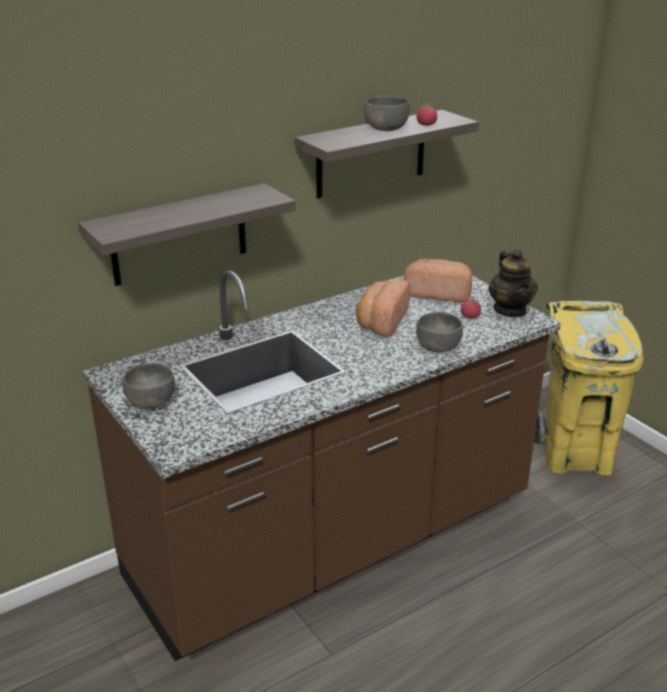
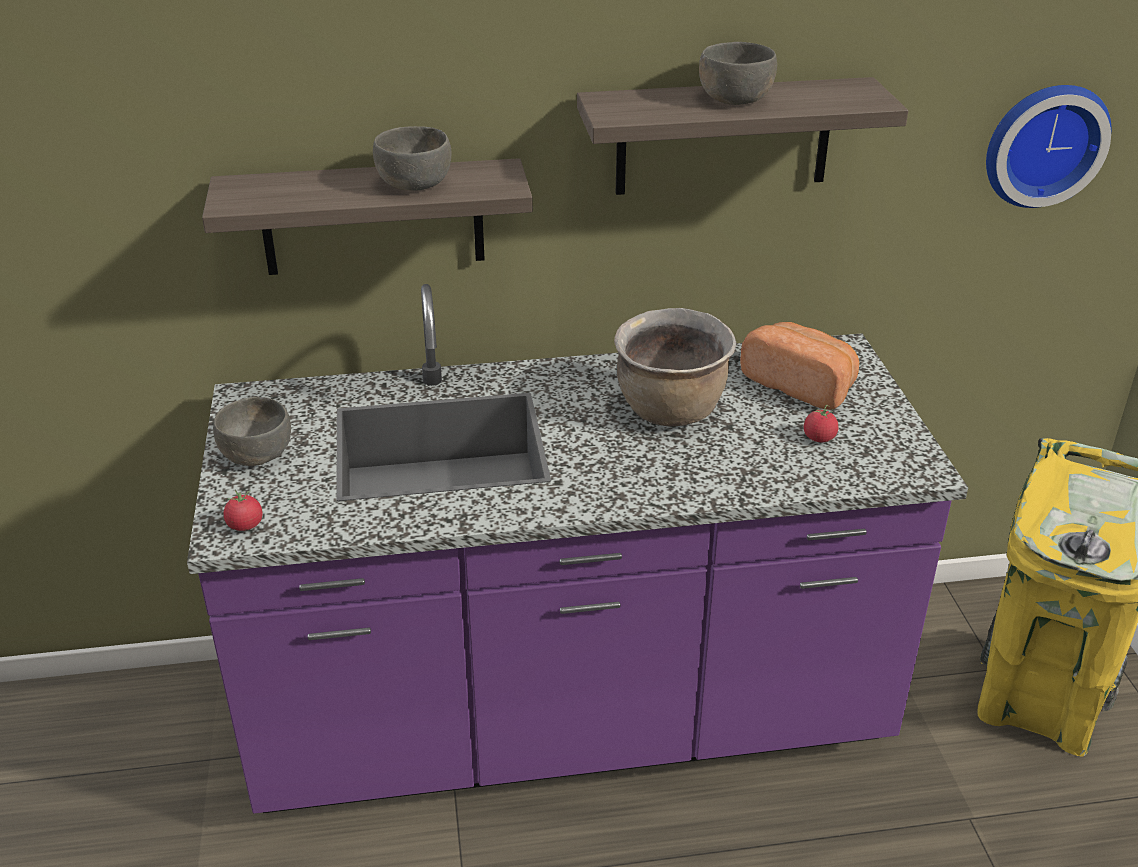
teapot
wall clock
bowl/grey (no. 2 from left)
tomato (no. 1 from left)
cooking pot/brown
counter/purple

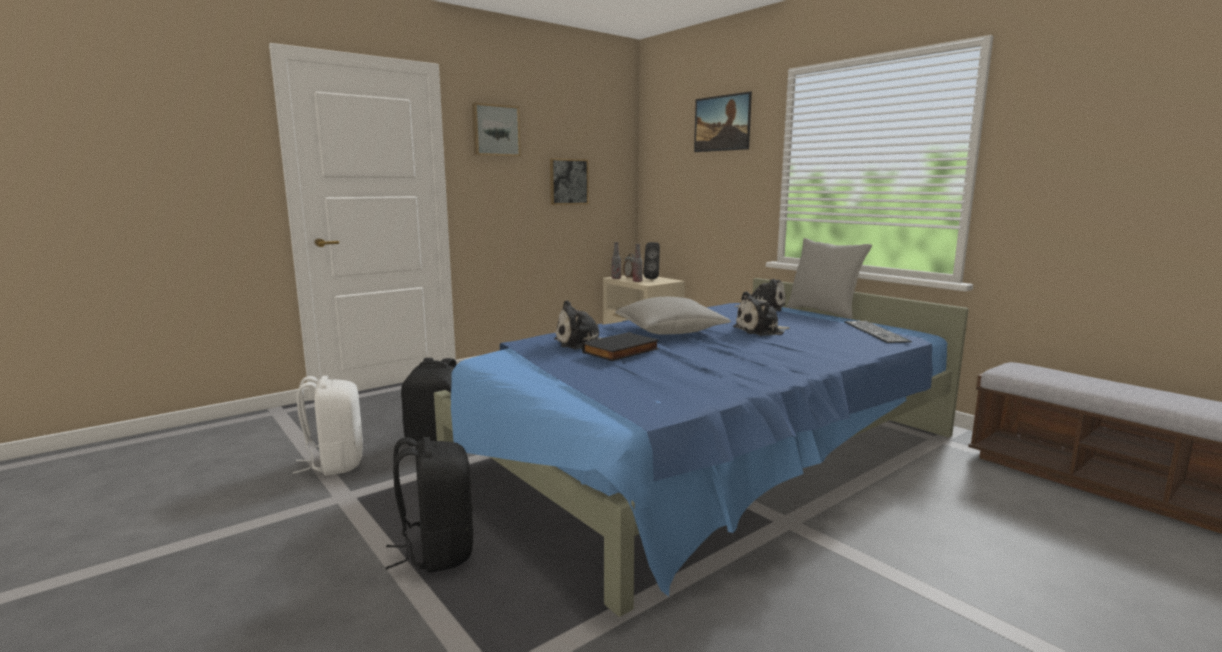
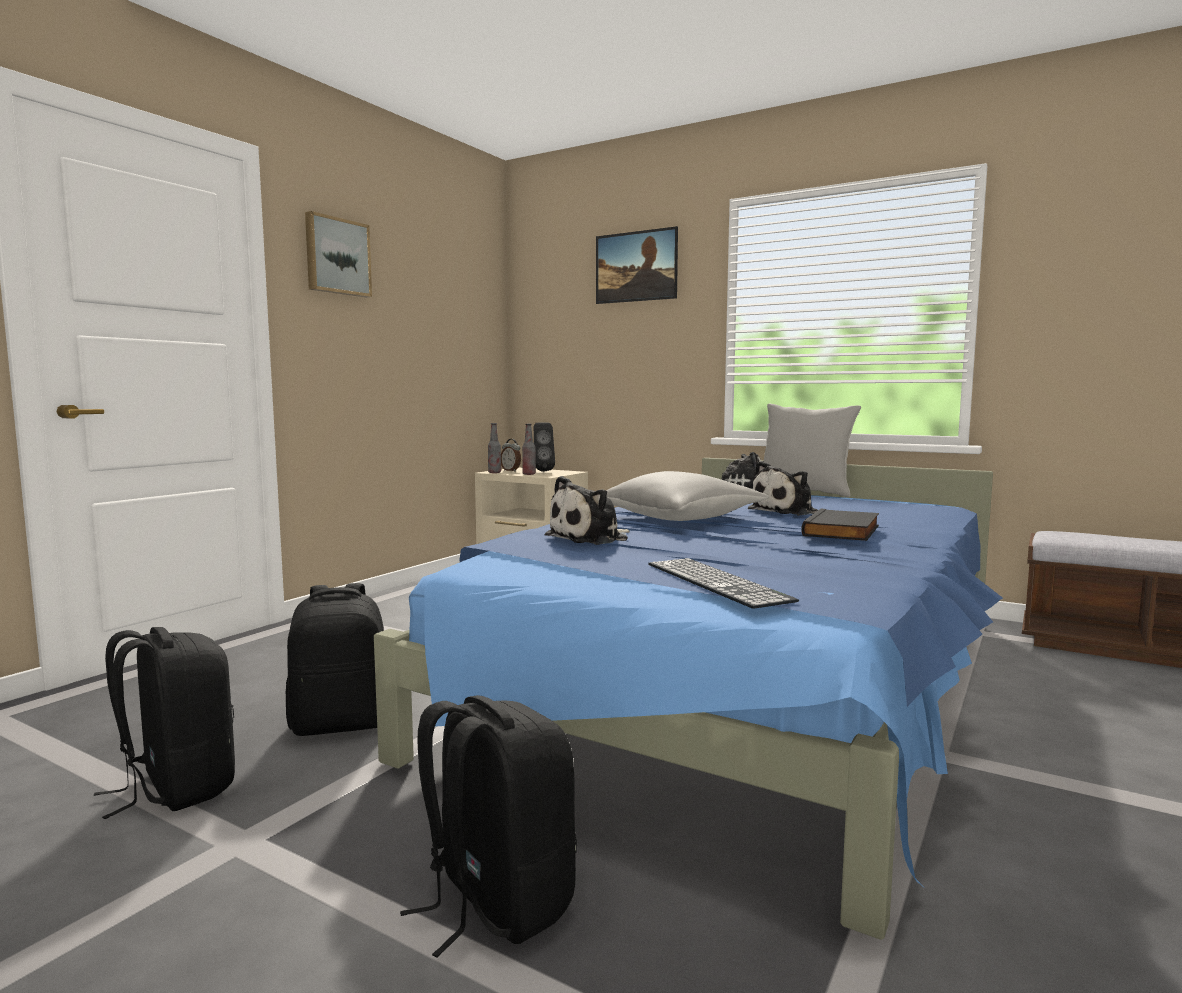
picture (no. 2 from left in the first image)
book/black
keyboard
backpack/black (no. 1 from left)

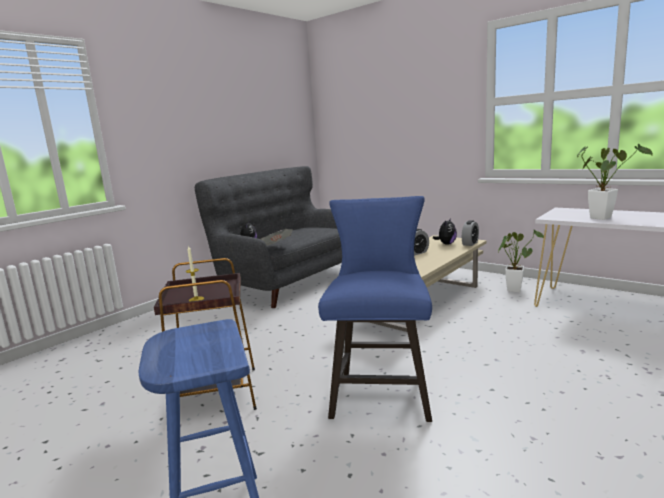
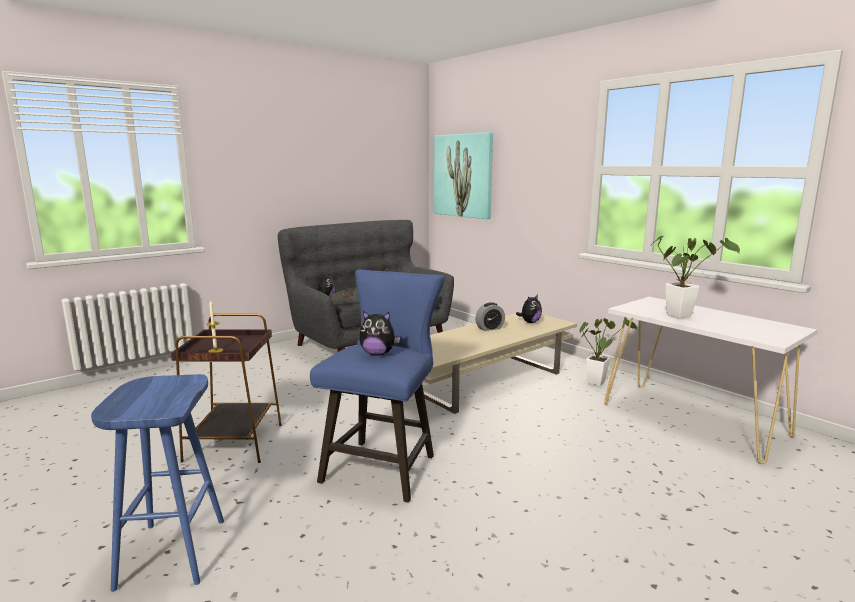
alarm clock (no. 2 from left in the first image)
plush toy (no. 2 from left)
picture

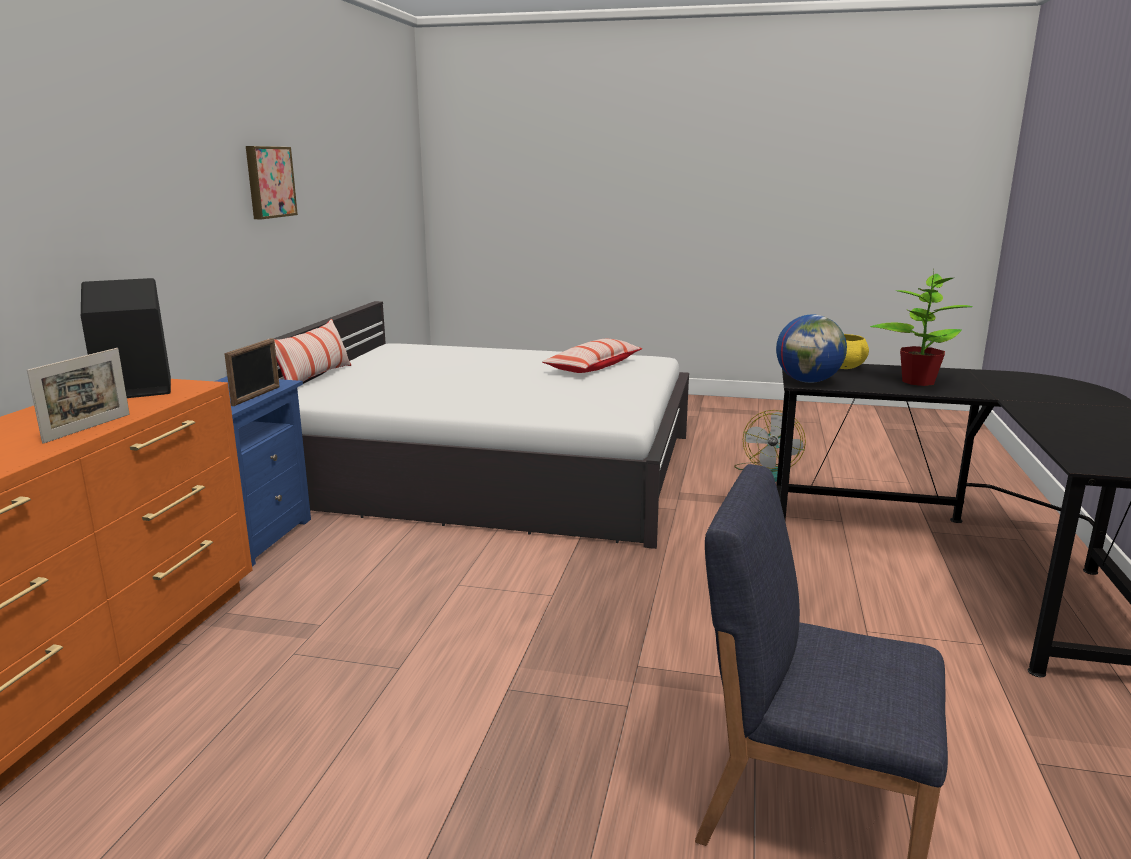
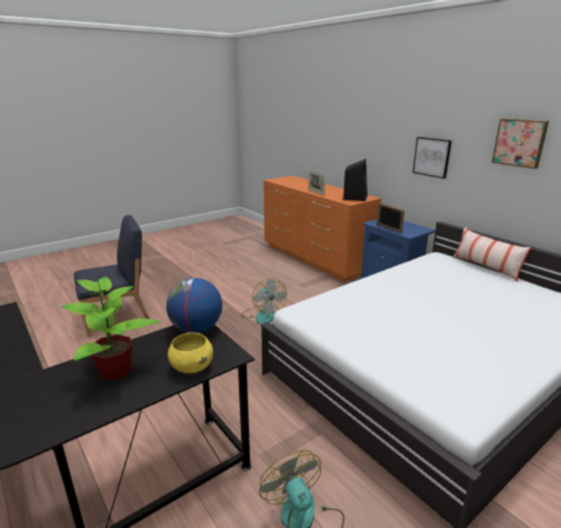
pillow (no. 2 from left in the first image)
fan (no. 1 from left)
picture (no. 1 from left)

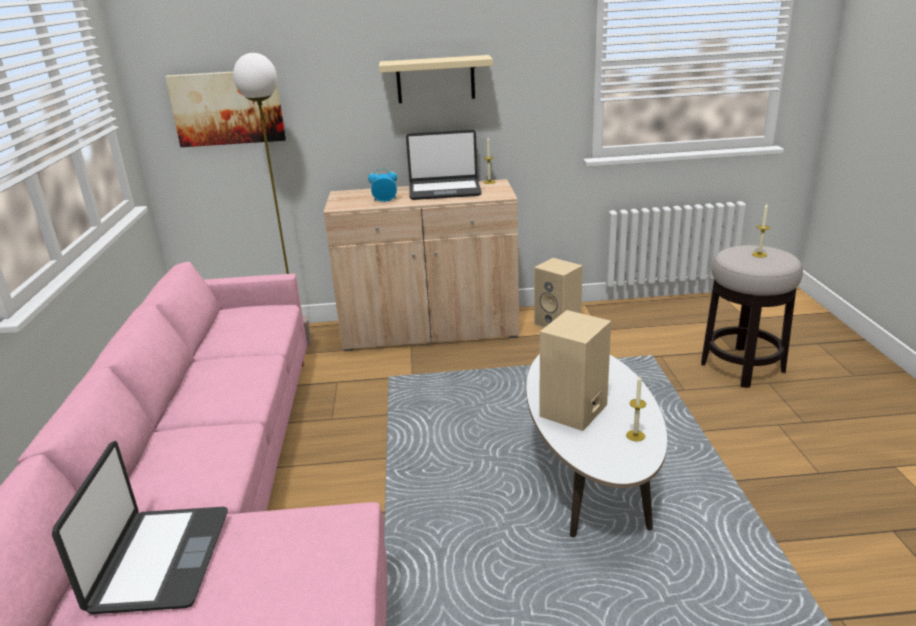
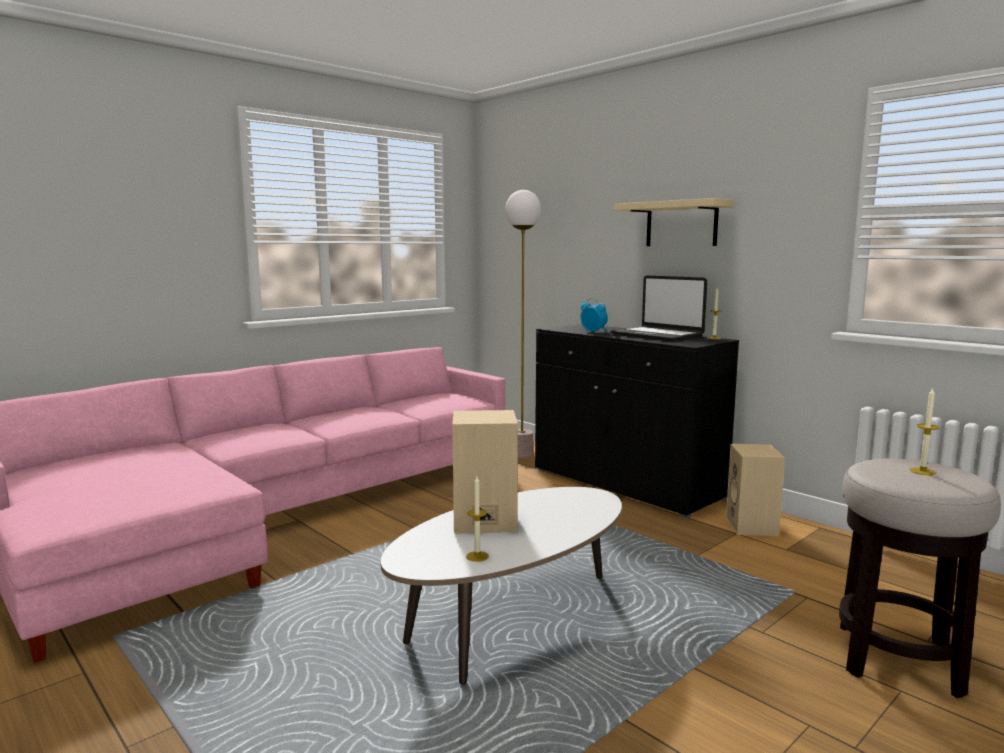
laptop (no. 1 from left in the first image)
picture
cabinet/black

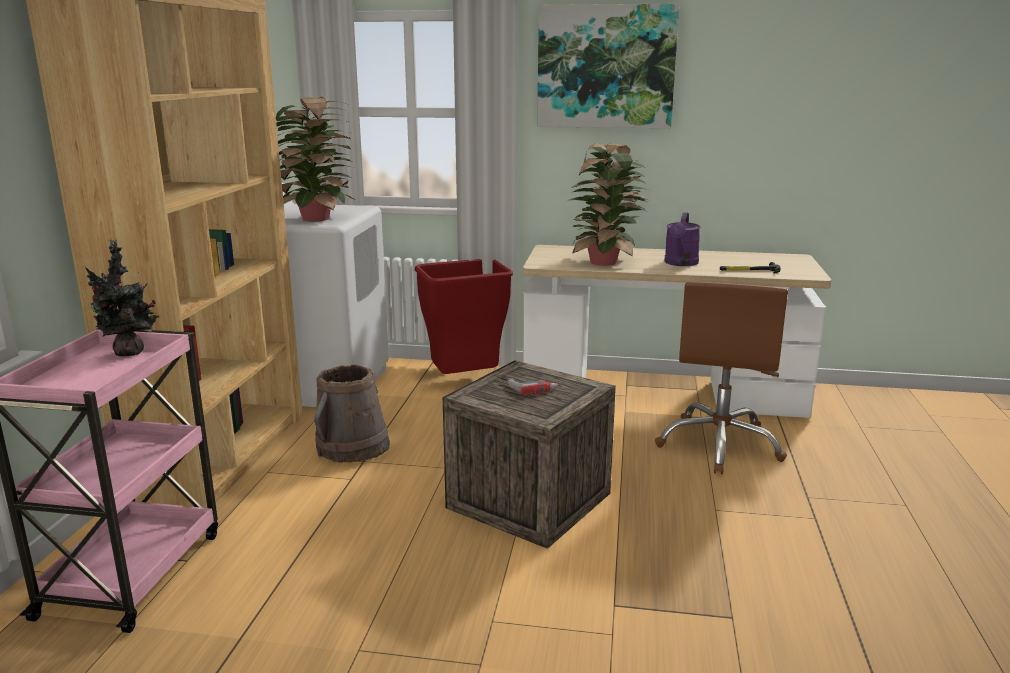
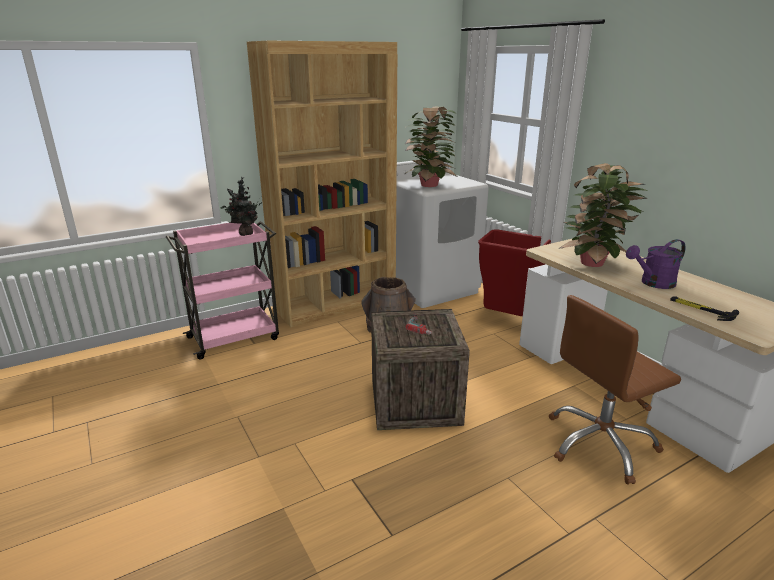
picture

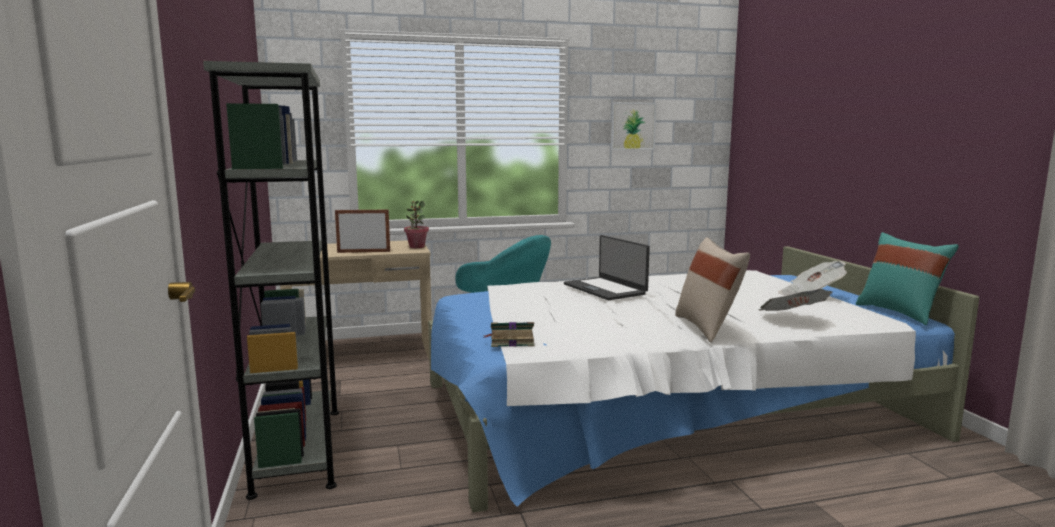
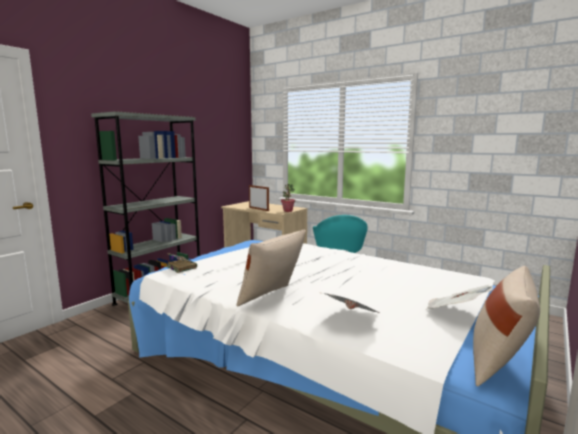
laptop
picture
pillow/beige (no. 2 from left)

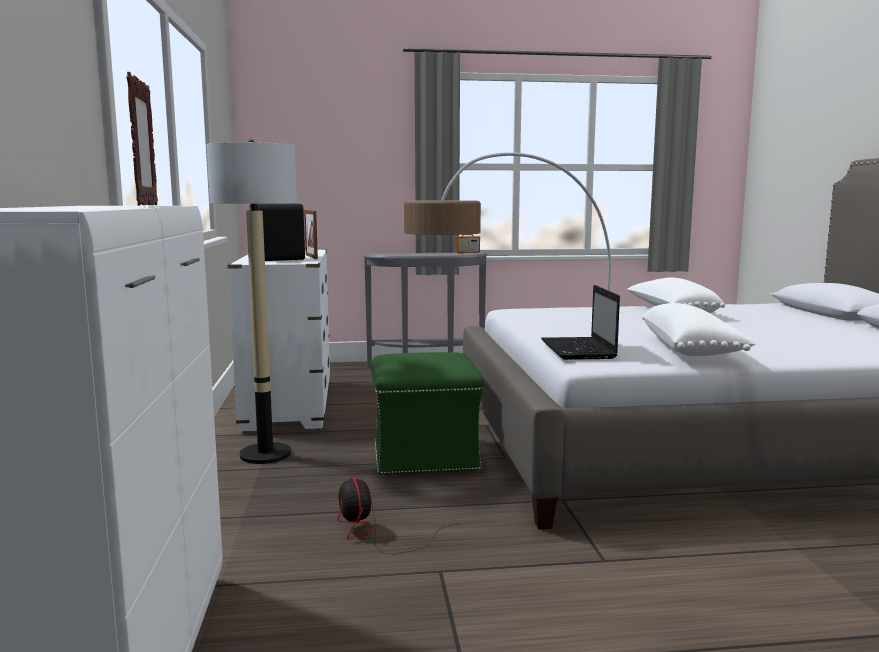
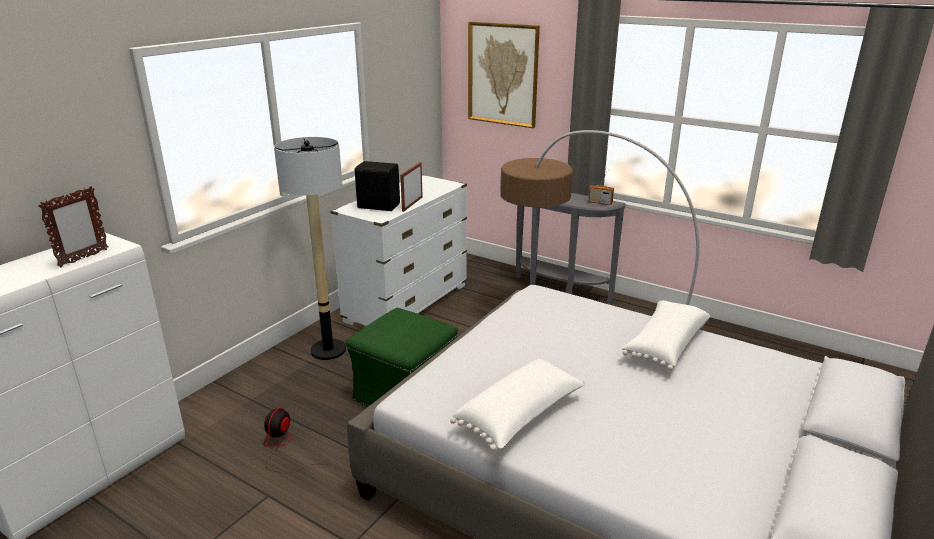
laptop
picture

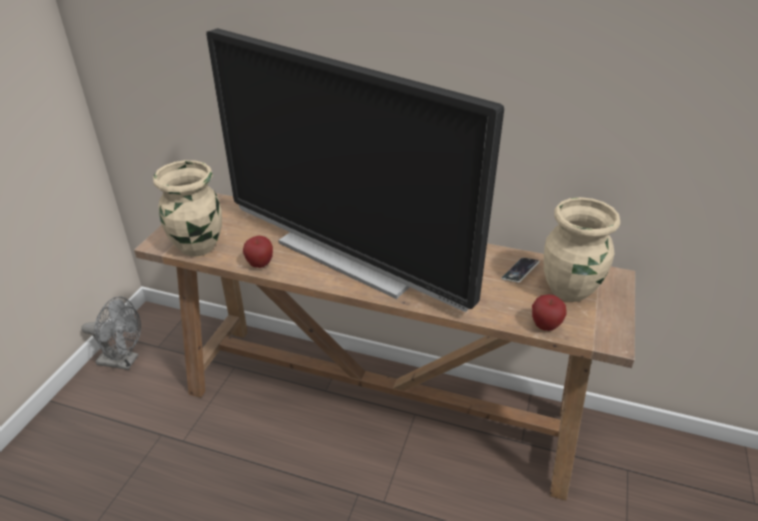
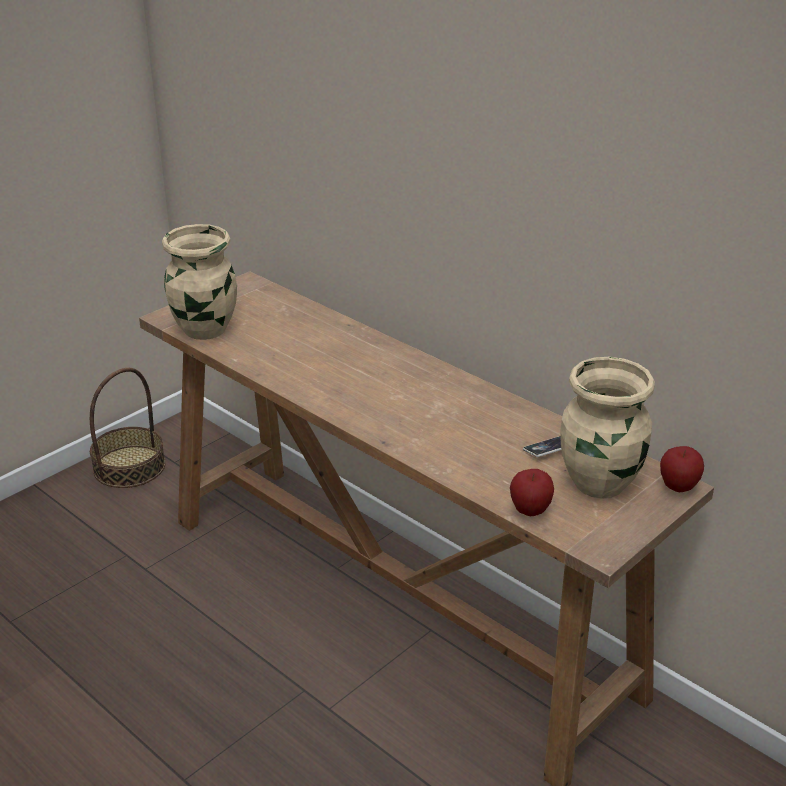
television
apple (no. 2 from left)
basket

